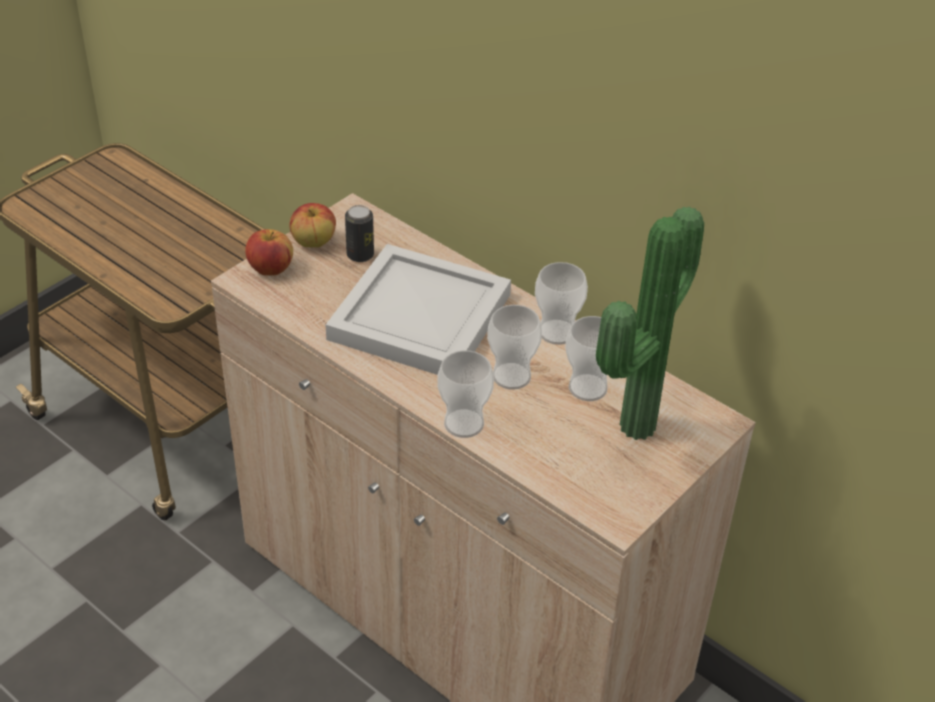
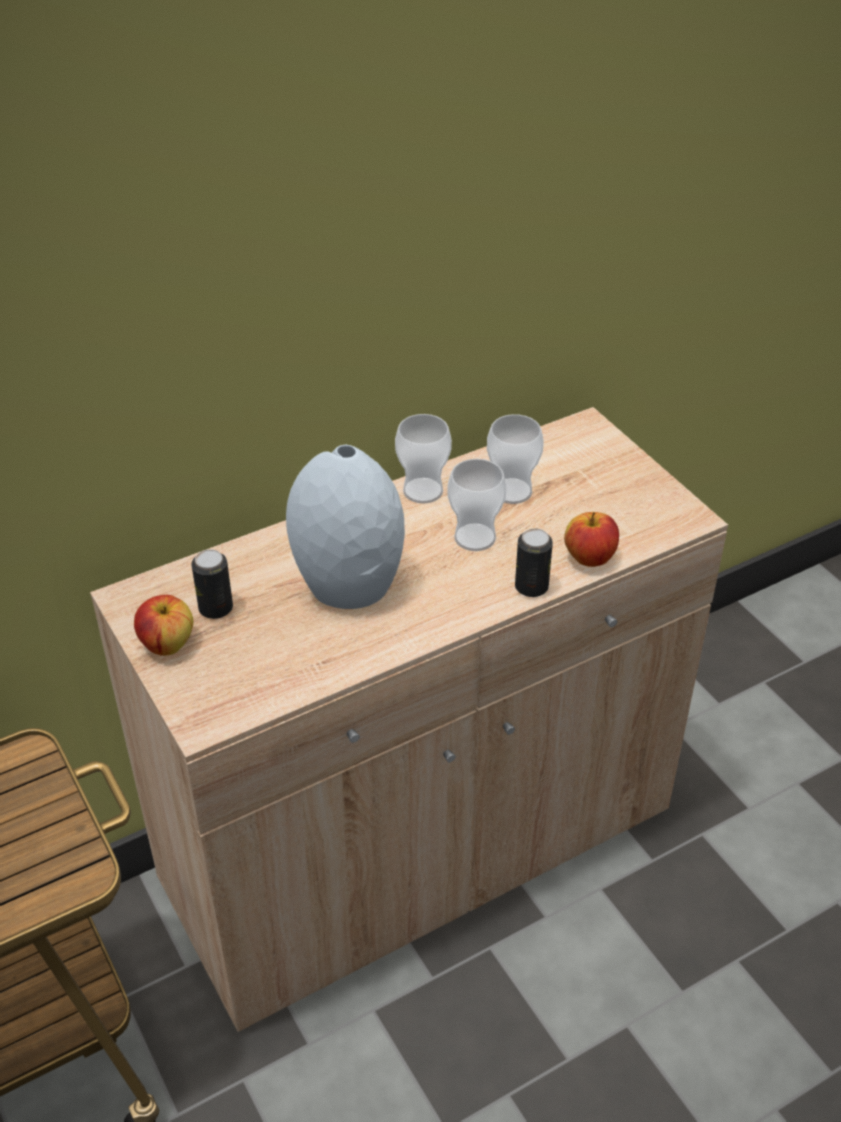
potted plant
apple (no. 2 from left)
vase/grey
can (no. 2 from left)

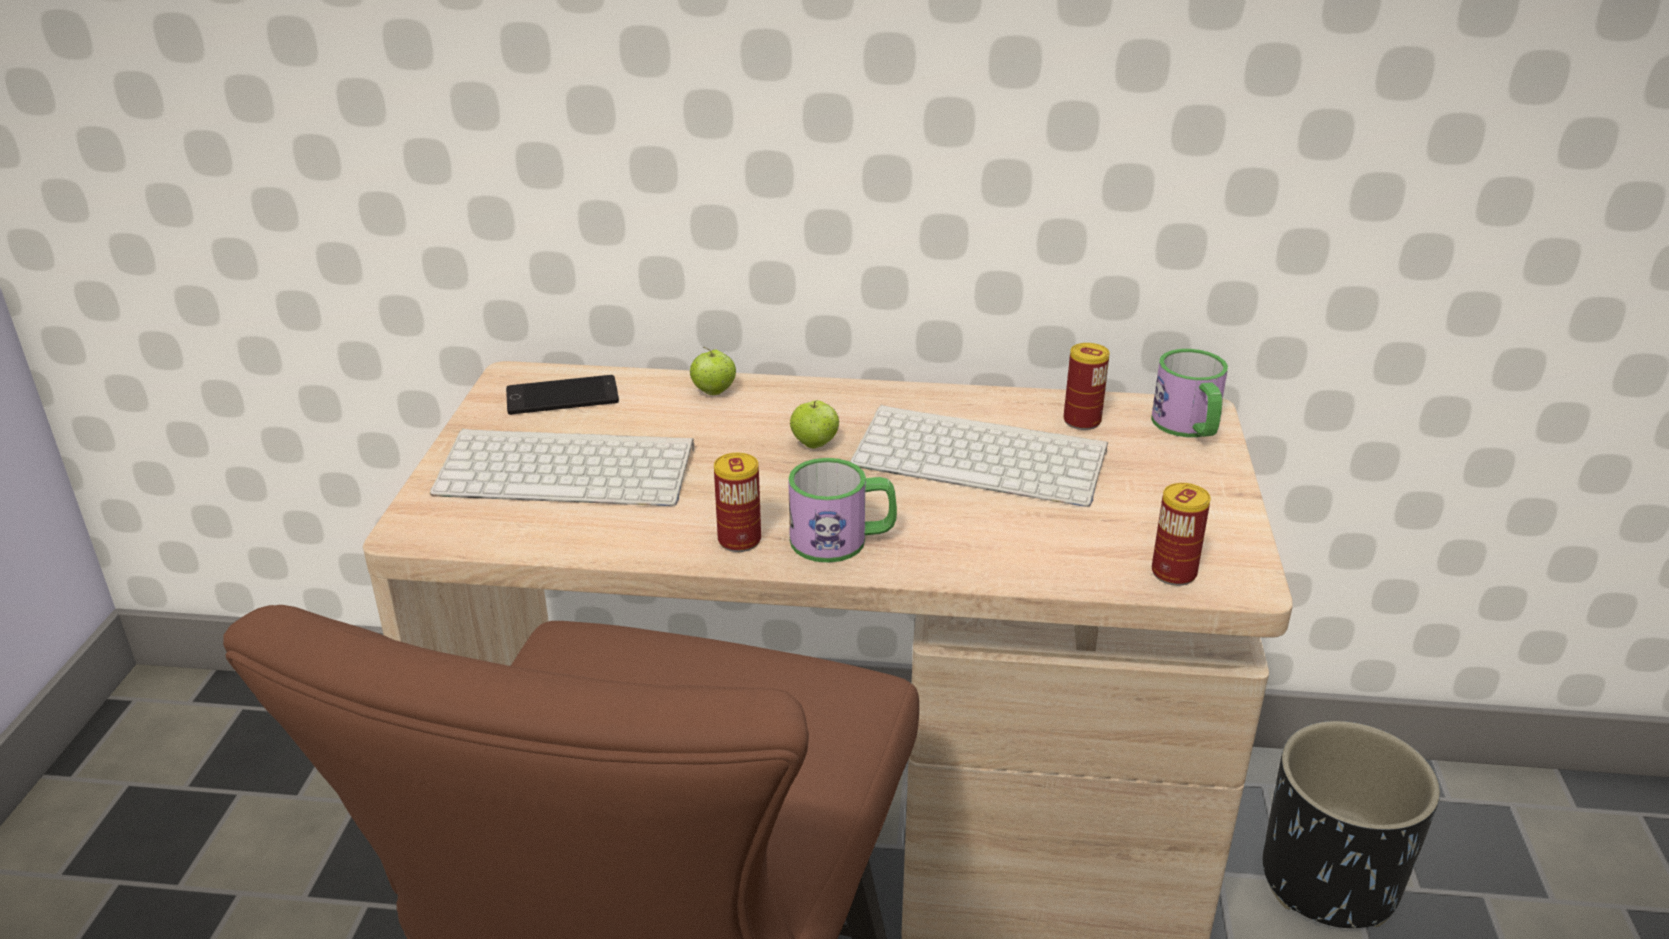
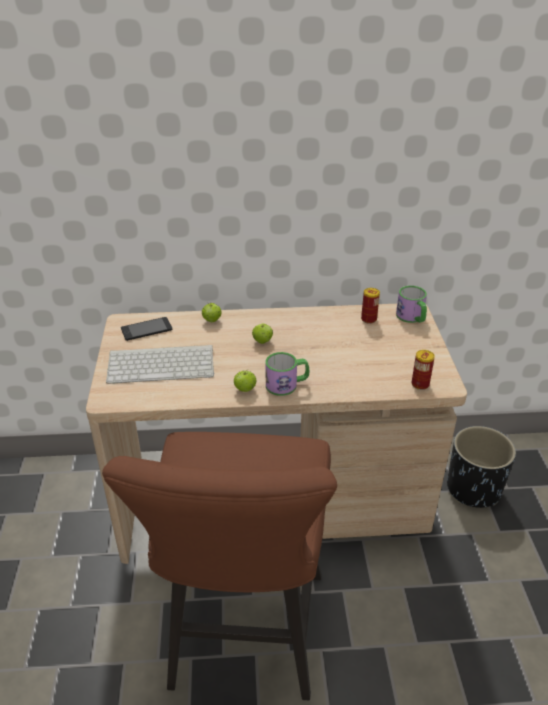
keyboard (no. 2 from left in the first image)
apple (no. 2 from left)

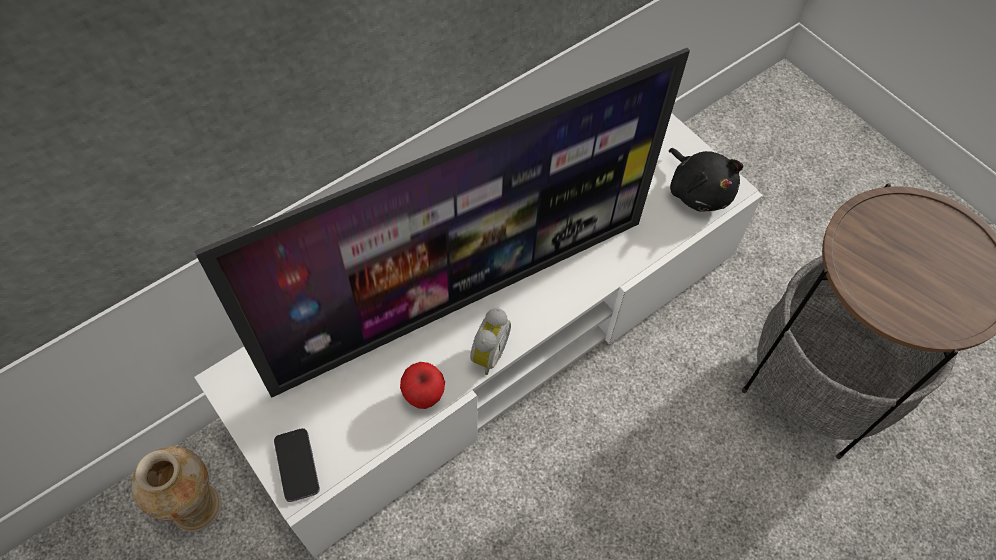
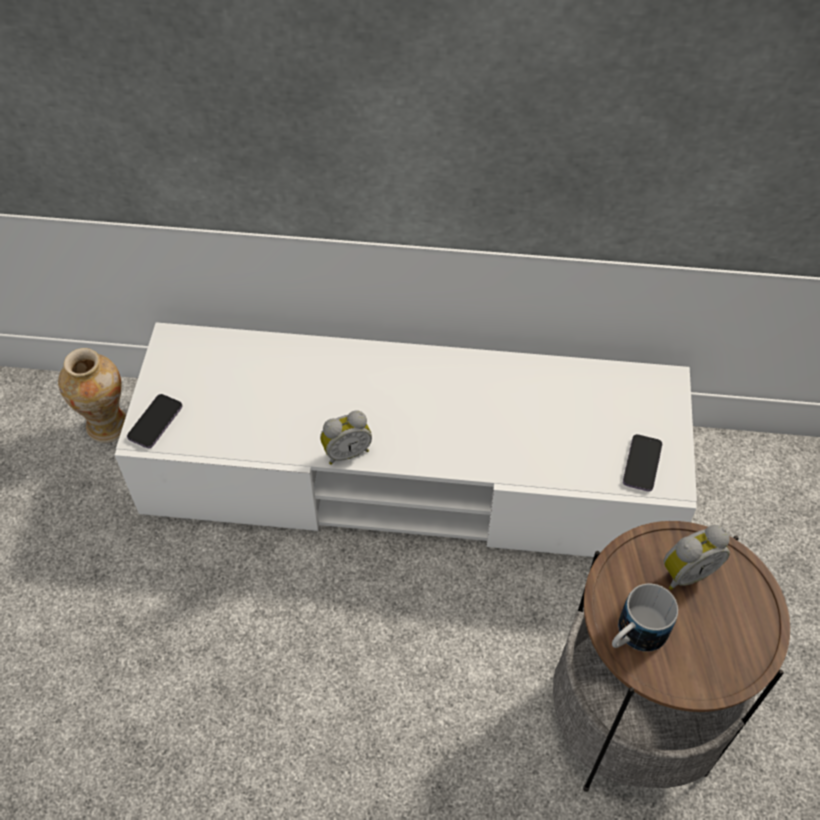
television
apple
mug
alarm clock (no. 2 from left)
phone (no. 2 from left)

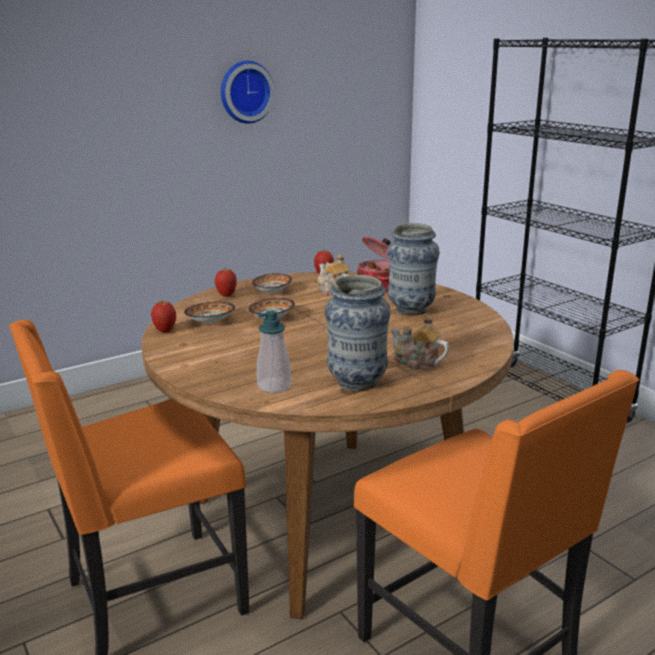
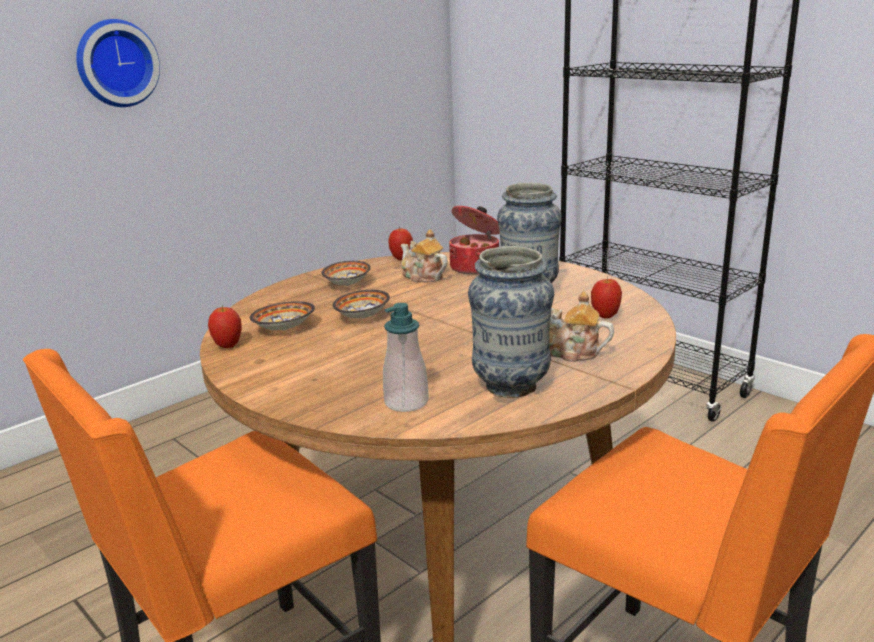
apple (no. 3 from left)
wall clock

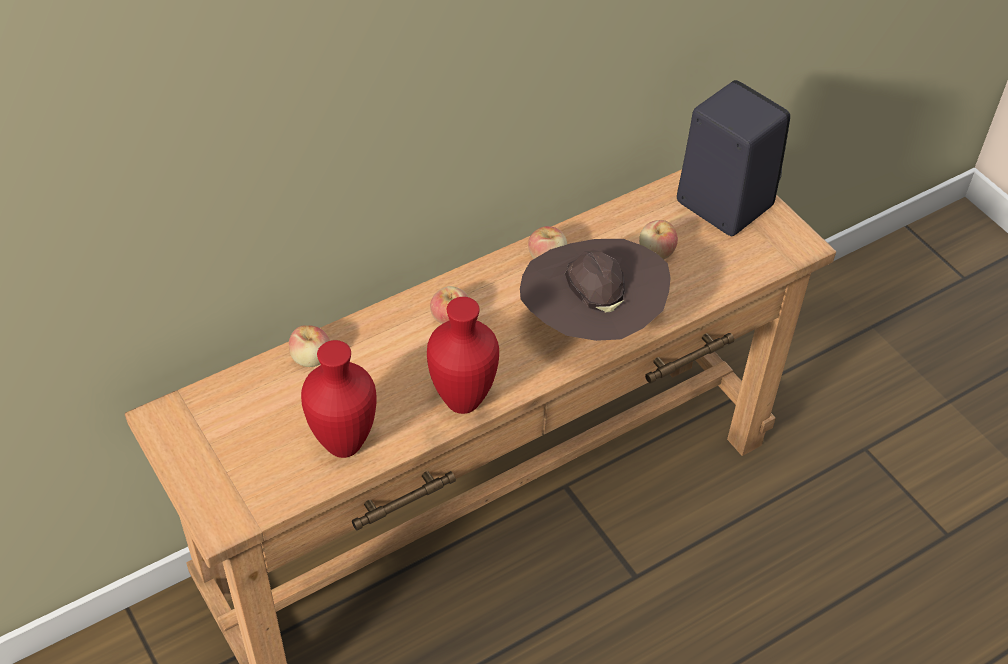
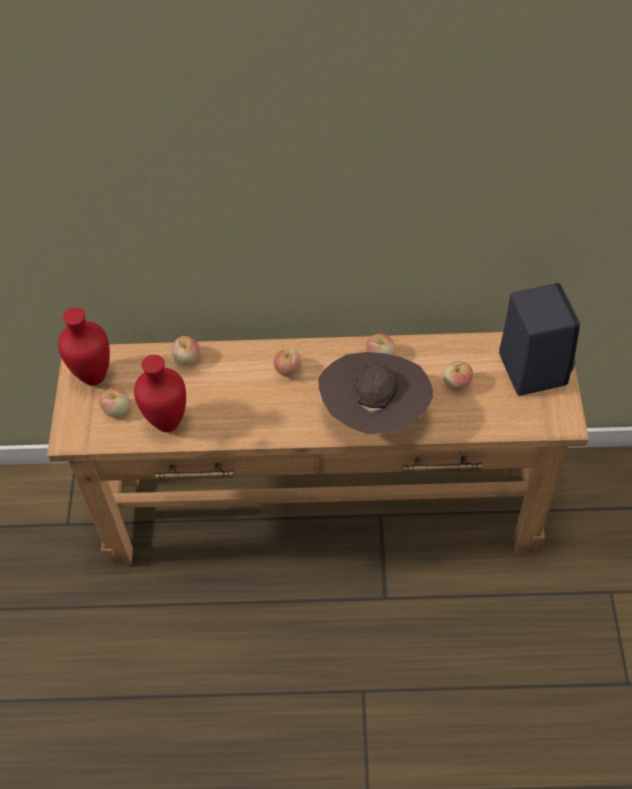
apple (no. 1 from left)
vase/red (no. 1 from left)

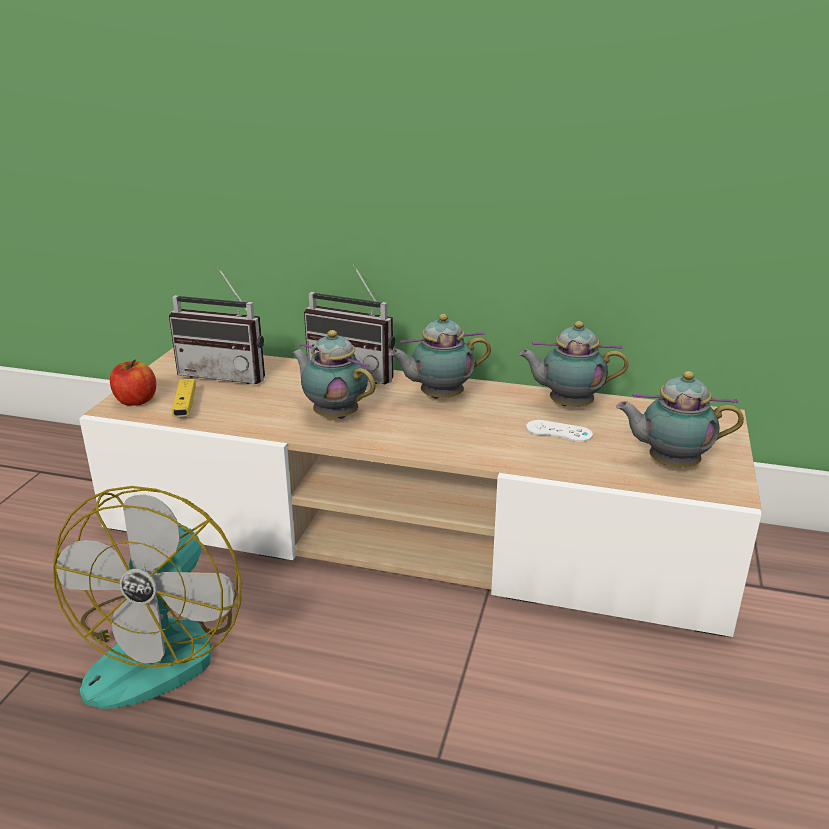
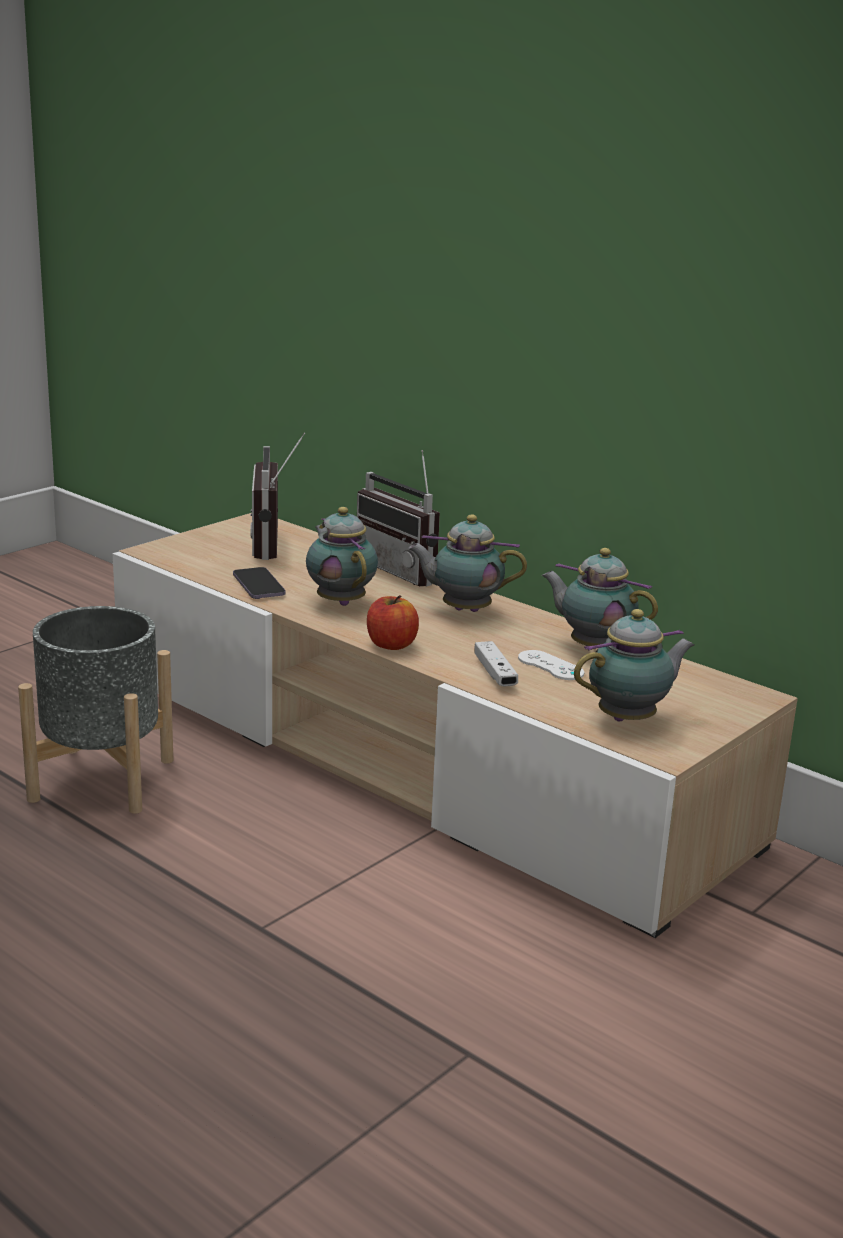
game controller/yellow
phone
game controller/white (no. 1 from left)
apple
planter/grey
radio (no. 1 from left)
teapot (no. 4 from left)

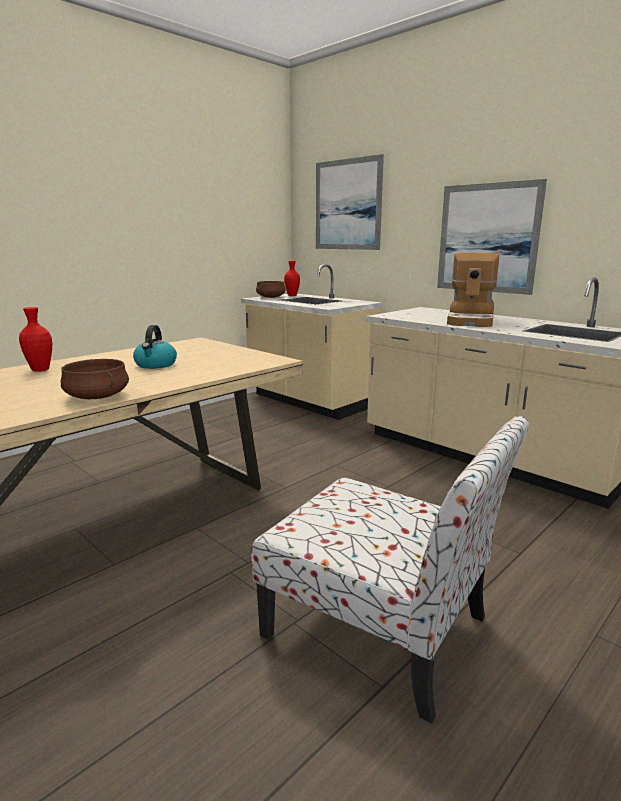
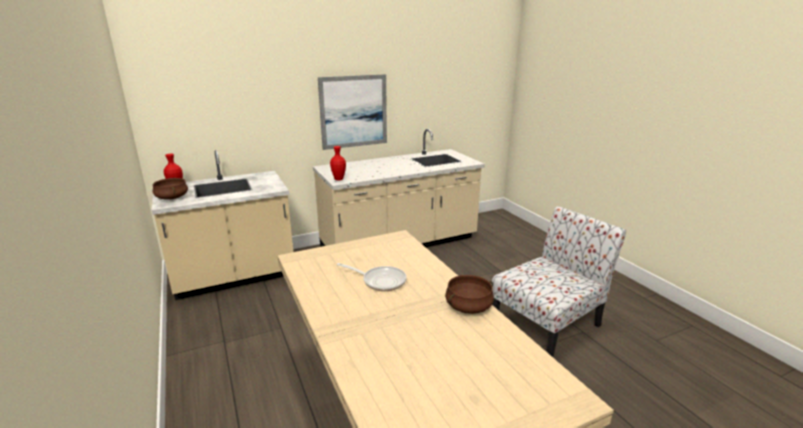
picture (no. 1 from left in the first image)
coffee machine
vase/red (no. 2 from left)
frying pan

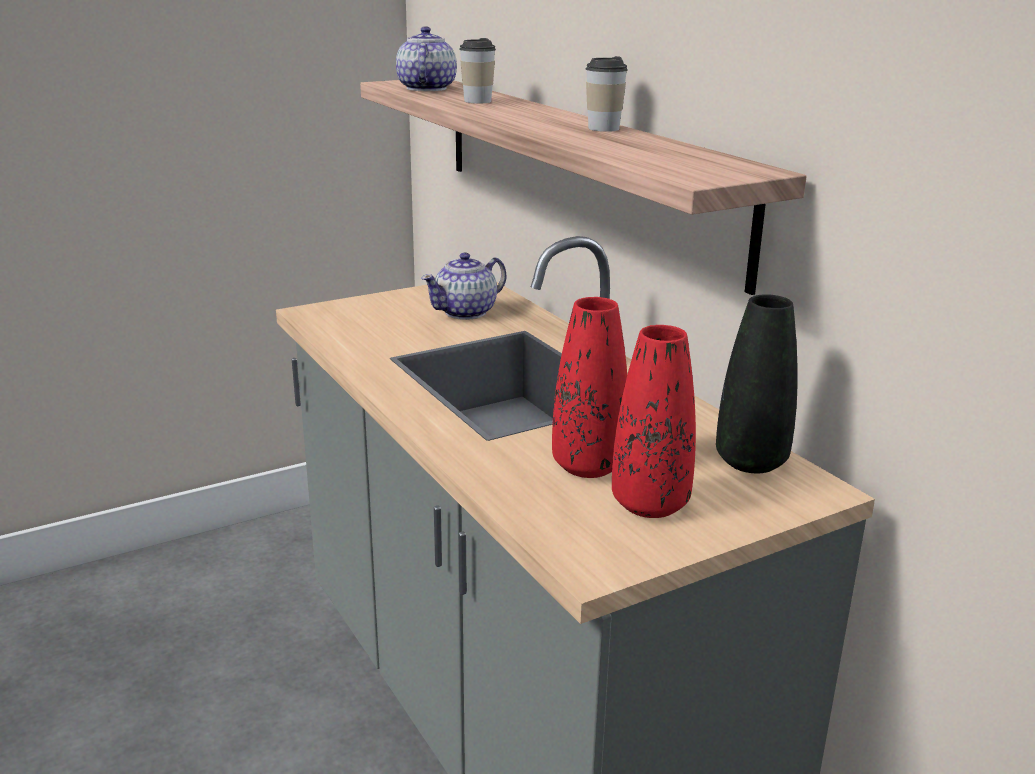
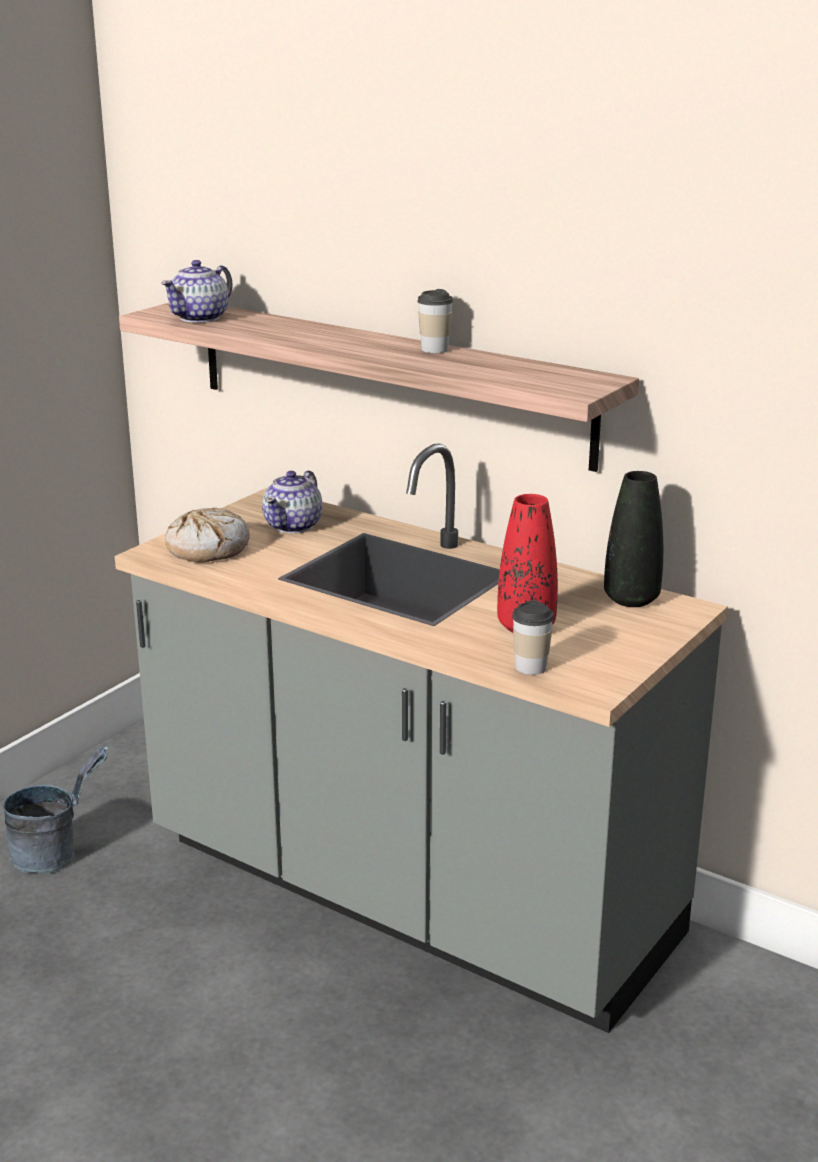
vase/red (no. 2 from left in the first image)
bucket/grey
bread
cup (no. 2 from left)
teapot (no. 1 from left)

